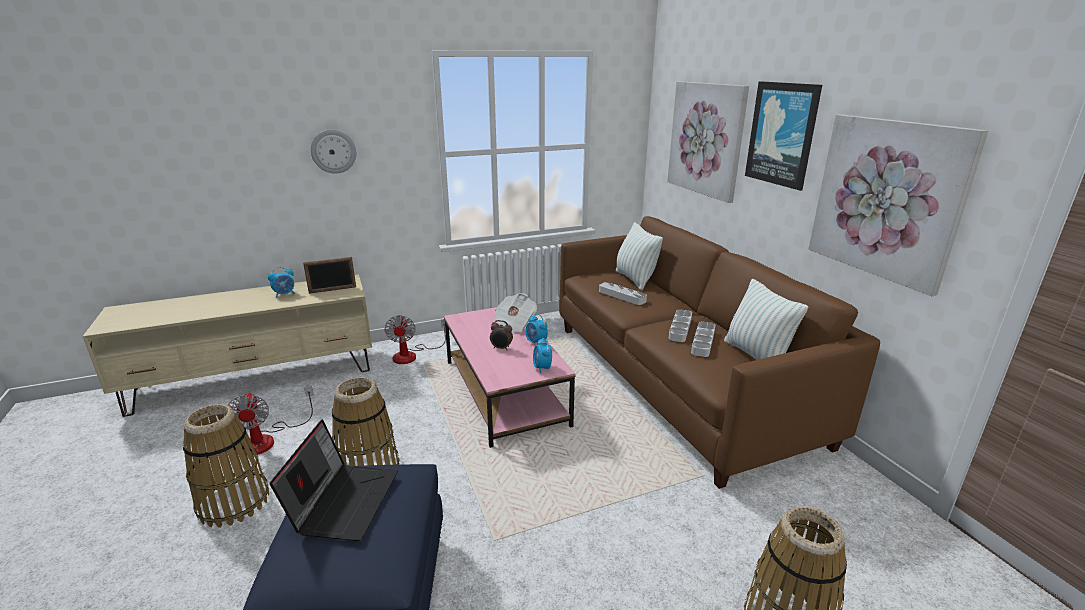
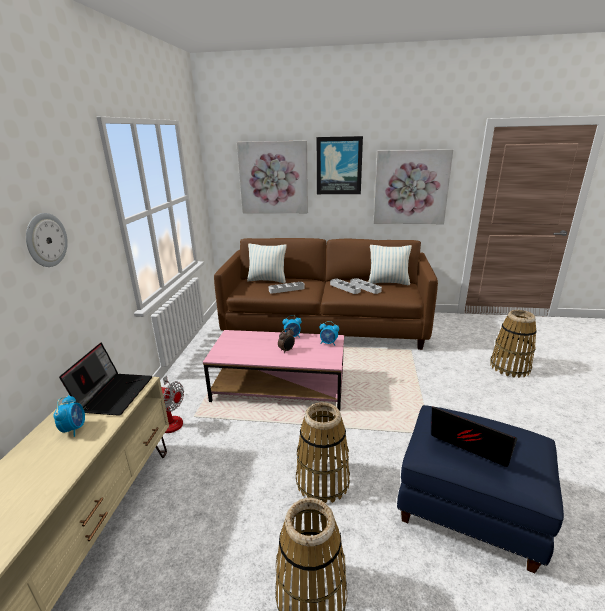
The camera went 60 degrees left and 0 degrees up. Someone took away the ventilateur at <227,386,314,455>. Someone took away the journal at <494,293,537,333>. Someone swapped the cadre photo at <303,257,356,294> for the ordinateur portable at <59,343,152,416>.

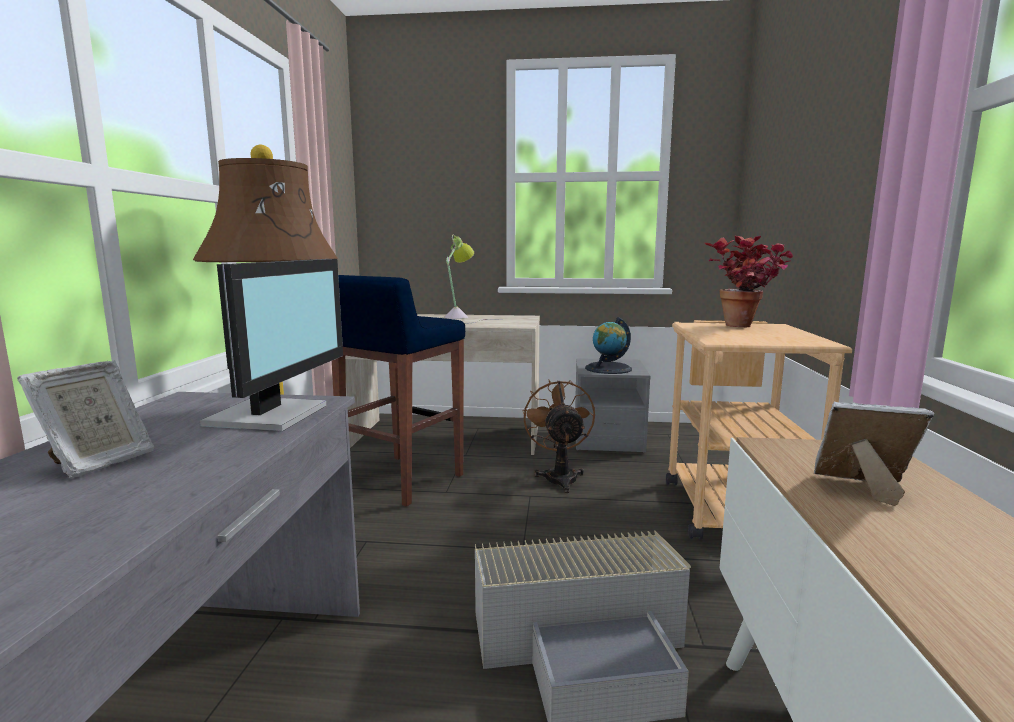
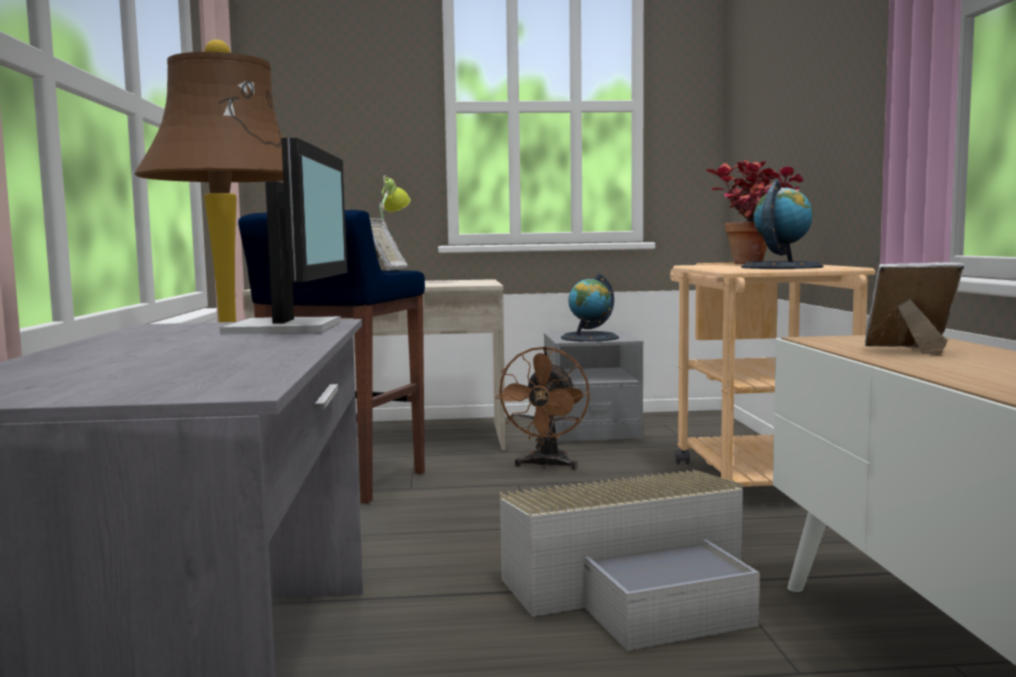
The camera went 10 degrees left and 5 degrees down. Someone put down the globe at <741,180,823,269>. Someone carried the cadre photo from <17,360,154,478> to <370,218,408,271>. Someone rotated the ventilateur/marron at <522,380,595,493> by 150 degrees counterclockwise.

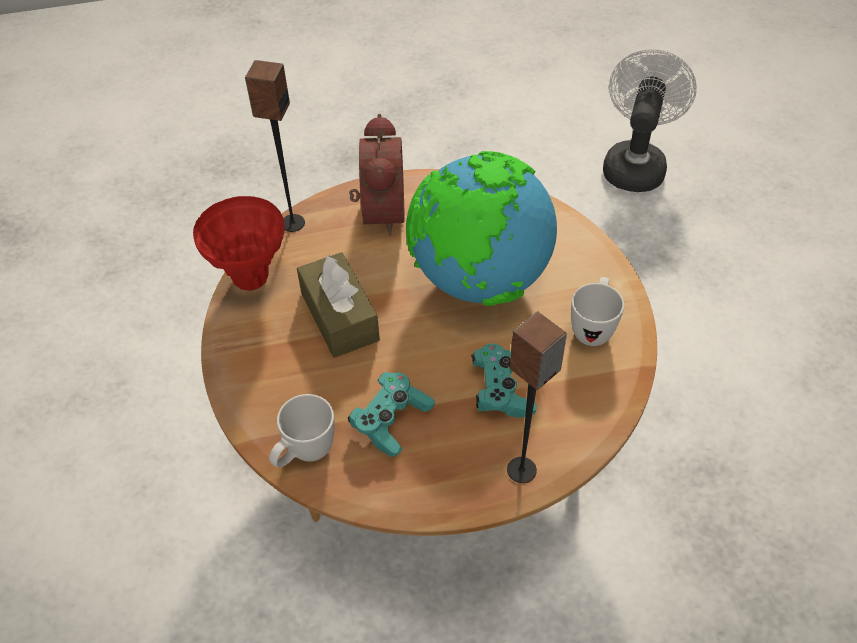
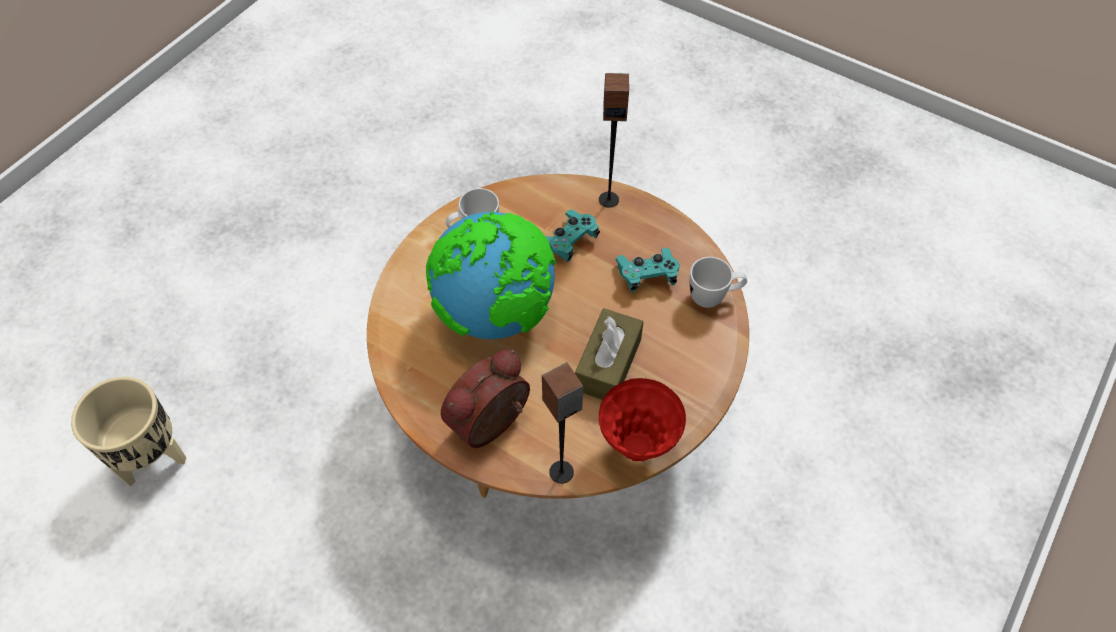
The camera went 135 degrees left and 5 degrees up. Someone swapped the ventilateur/blanc at <603,49,697,192> for the cache-pot/beige at <71,377,186,486>.

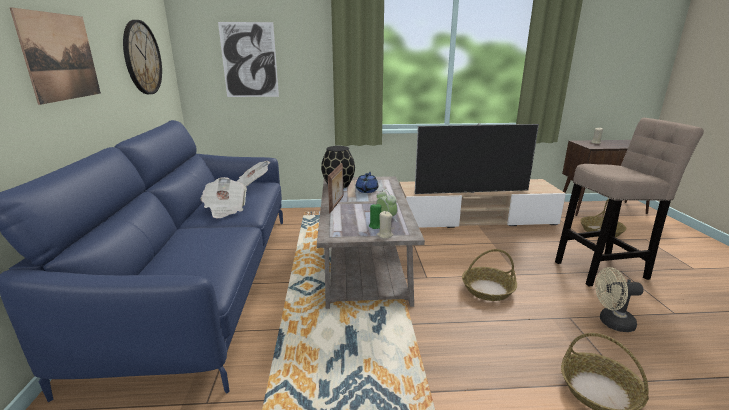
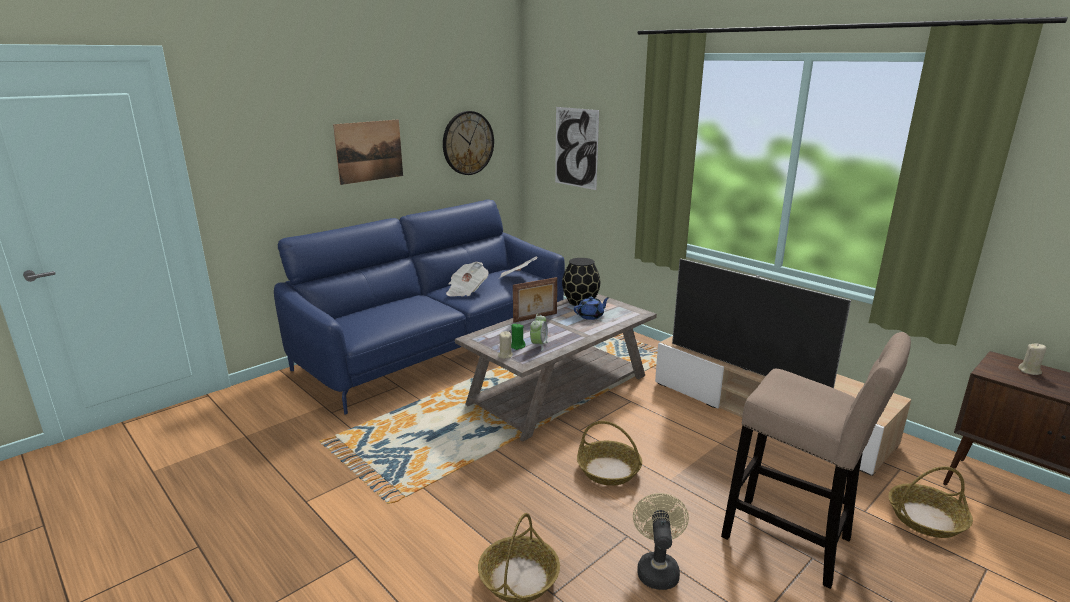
The camera went 50 degrees right and 0 degrees up. Someone rotated the ventilateur/beige at <595,267,644,332> by 45 degrees clockwise.

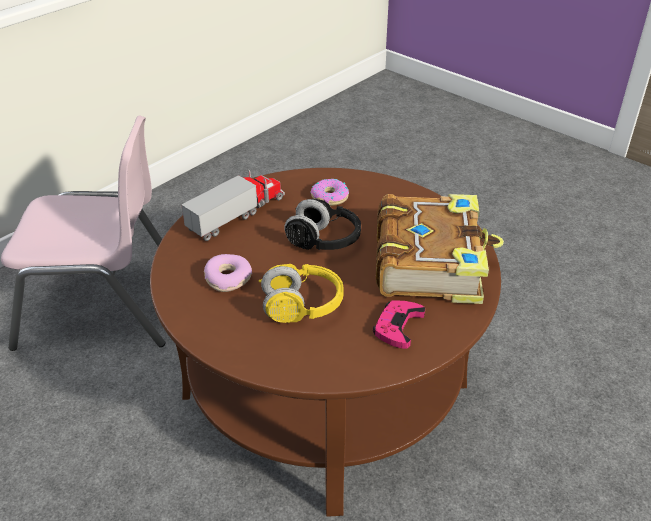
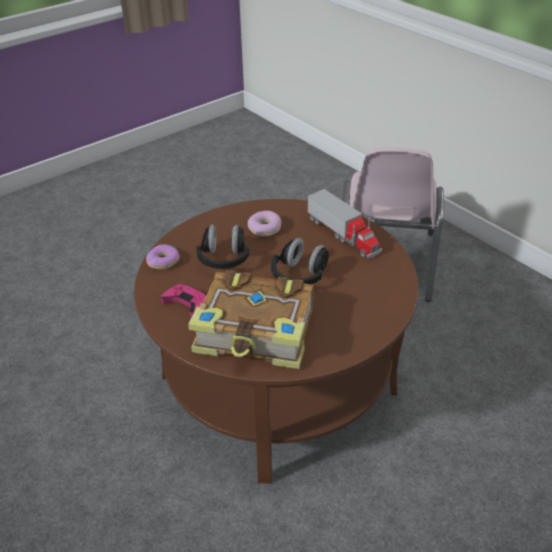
The camera went 100 degrees right and 0 degrees up. Someone carried the beignet from <310,179,349,206> to <146,244,180,270>. Someone repainted the casque audio/jaune at <259,264,344,323>, which became the casque audio/noir at <196,224,249,269>.

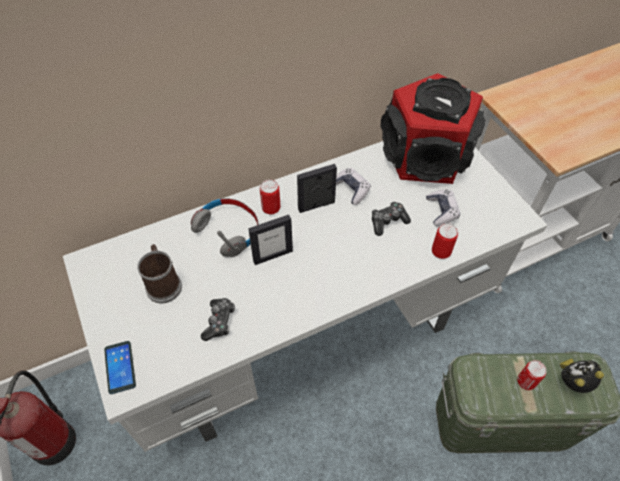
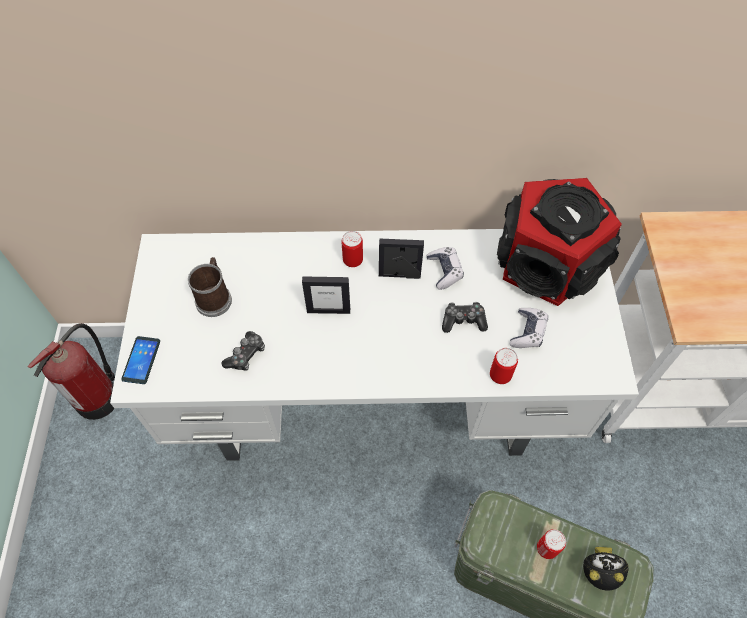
The camera went 25 degrees right and 5 degrees up. Someone took away the casque audio/gris at <191,198,259,257>.

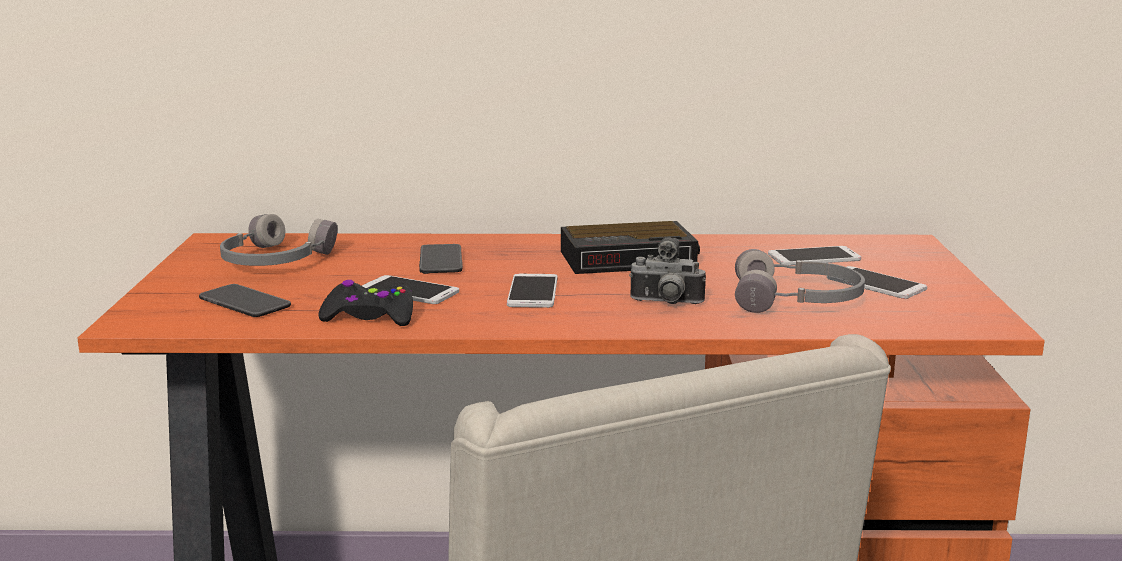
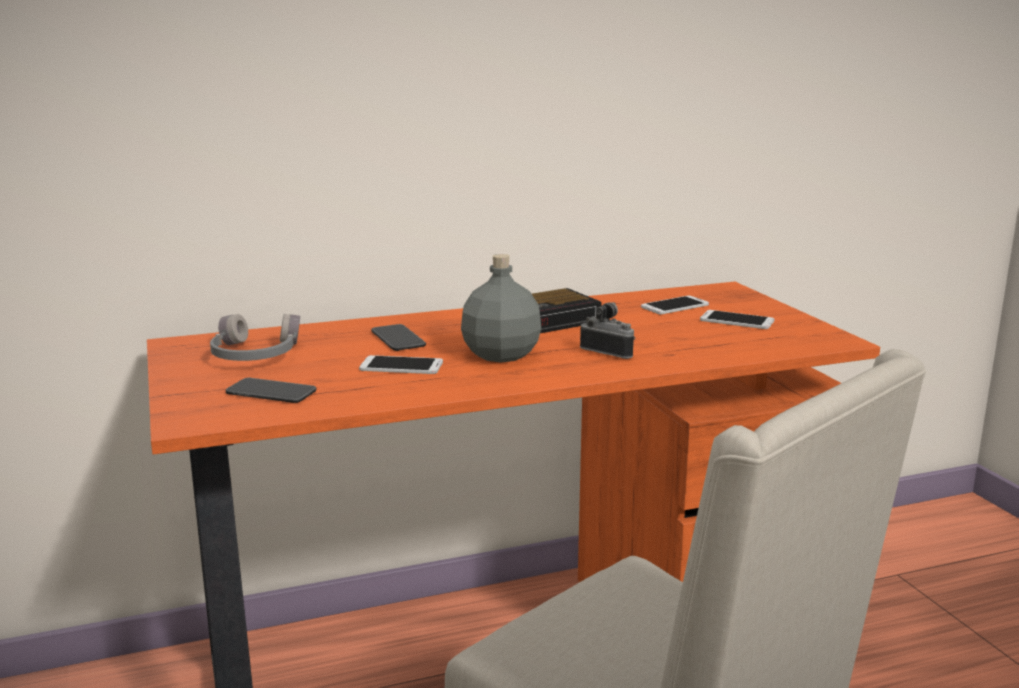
The camera went 20 degrees left and 0 degrees up. Someone took away the manette/noir at <318,280,413,326>. Someone took away the casque audio/gris at <735,249,865,313>. Someone swapped the téléphone at <507,274,557,308> for the bouteille/gris at <461,254,541,362>. Someone rotated the appareil photo at <629,238,706,304> by 135 degrees counterclockwise.

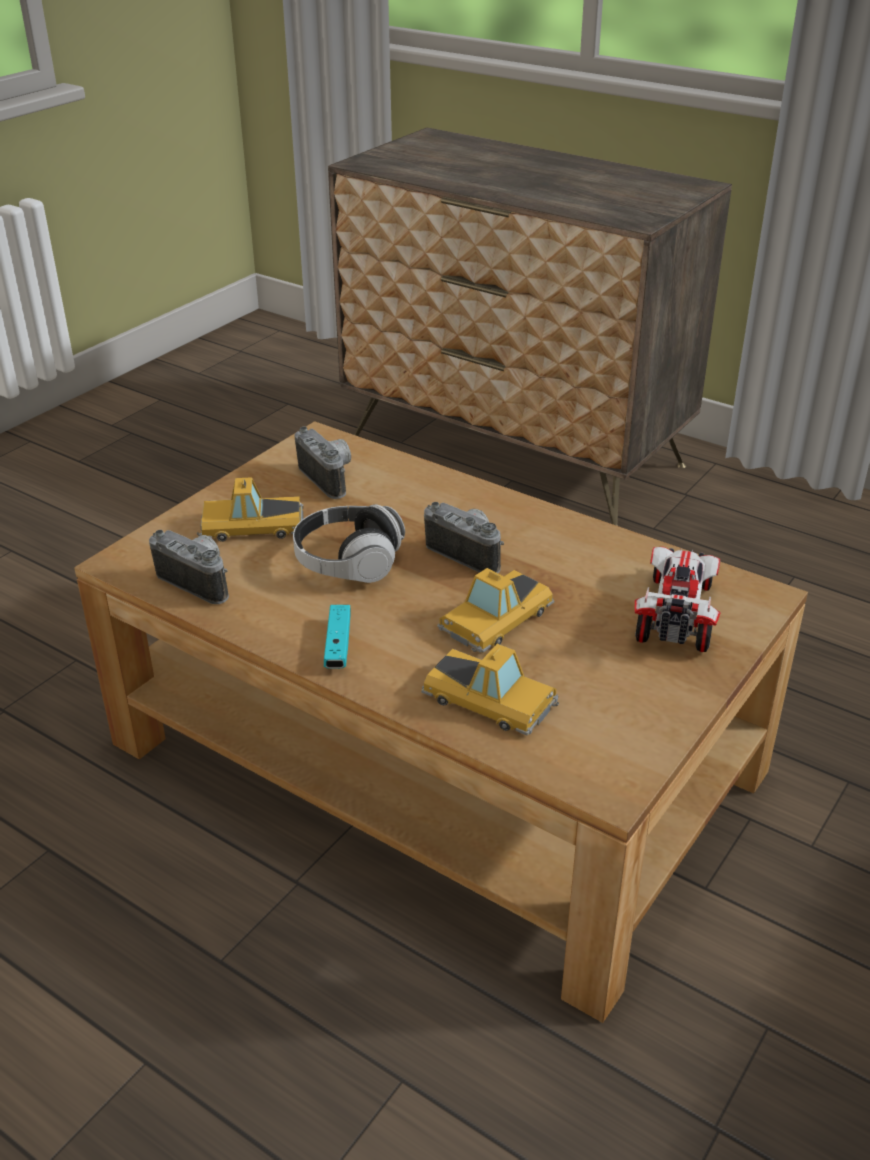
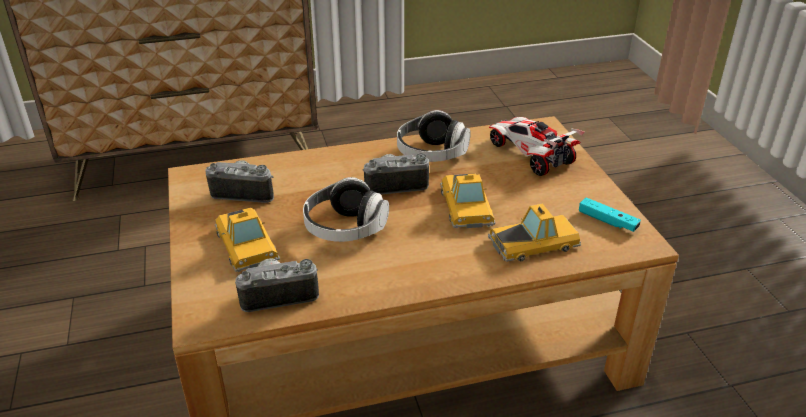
The camera went 50 degrees left and 0 degrees up. Someone put down the casque audio at <397,110,471,162>. Someone carried the manette/turquoise from <324,605,351,669> to <579,197,641,232>. Someone rotated the petite voiture at <196,477,303,542> by 60 degrees counterclockwise.

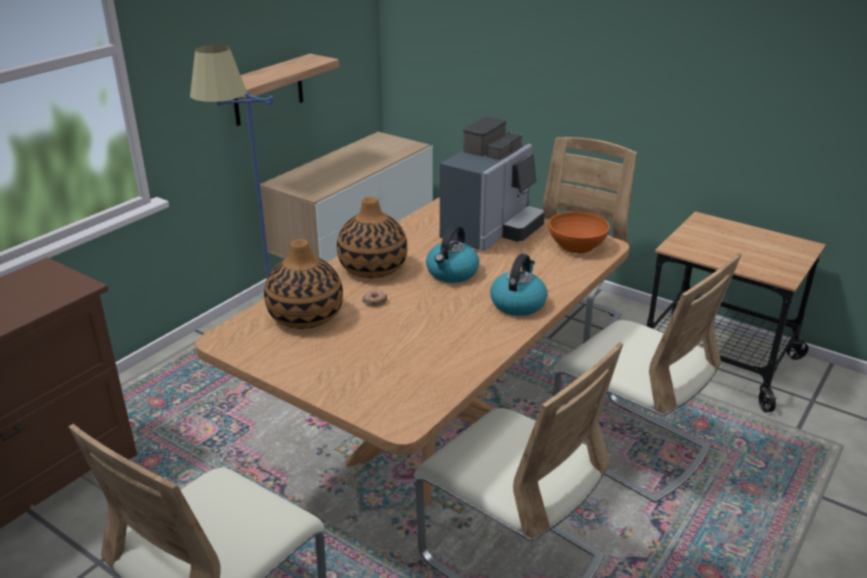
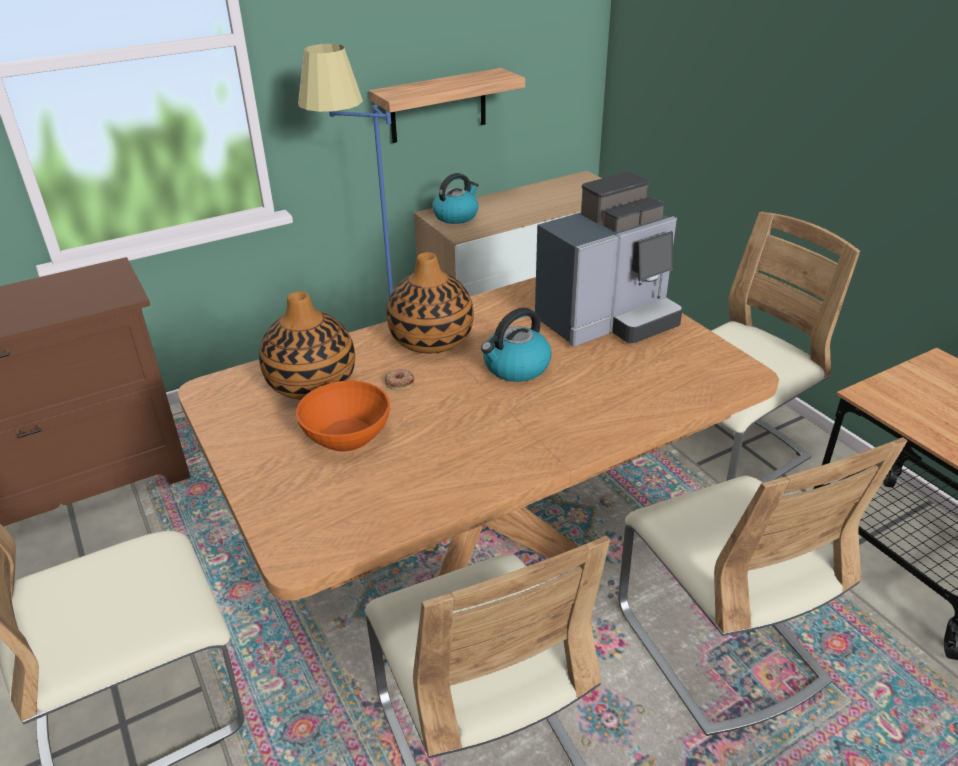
The camera went 25 degrees right and 5 degrees up. Someone carried the bouilloire from <490,254,547,316> to <432,173,479,224>. Someone carried the bol/orange from <548,212,610,253> to <296,381,390,452>.

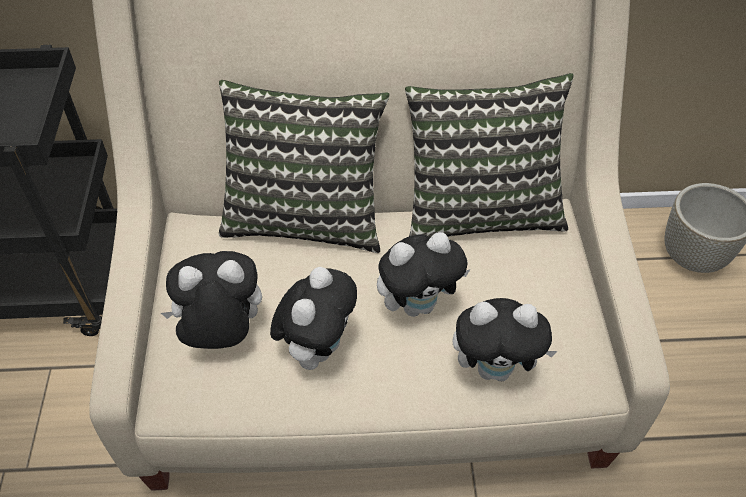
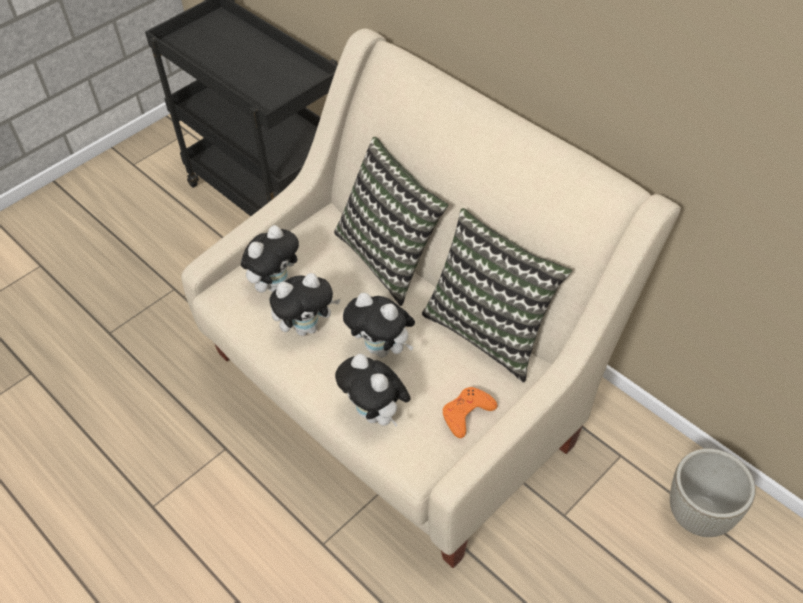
The camera went 50 degrees right and 0 degrees up. Someone put down the manette/orange at <443,387,497,438>. Someone rotated the peluche at <161,251,262,349> by 90 degrees clockwise.

